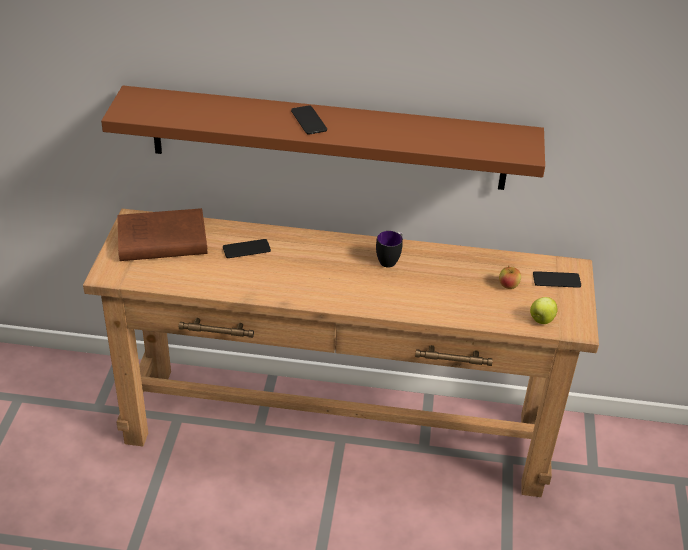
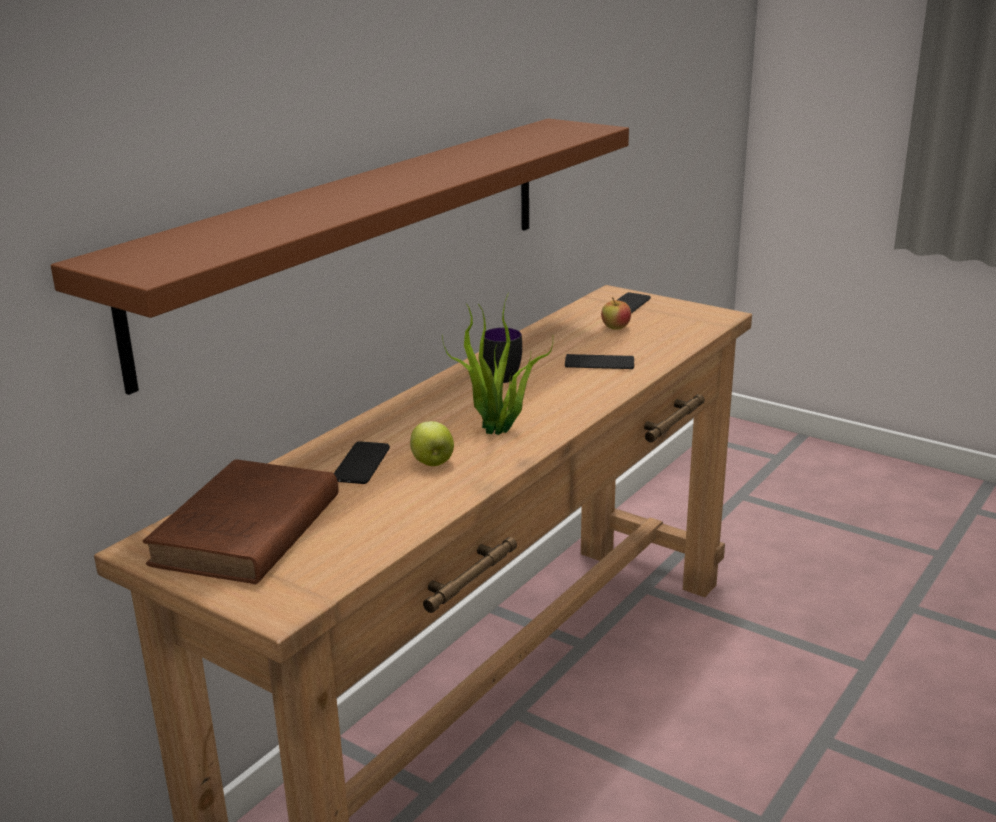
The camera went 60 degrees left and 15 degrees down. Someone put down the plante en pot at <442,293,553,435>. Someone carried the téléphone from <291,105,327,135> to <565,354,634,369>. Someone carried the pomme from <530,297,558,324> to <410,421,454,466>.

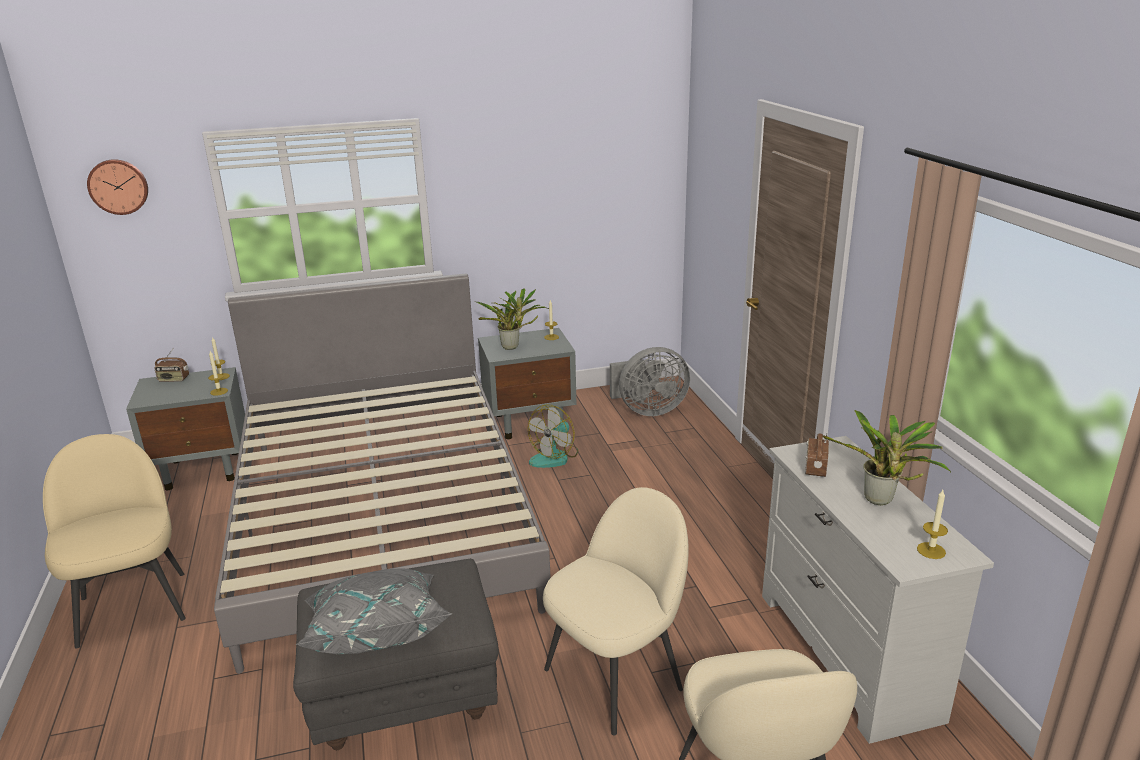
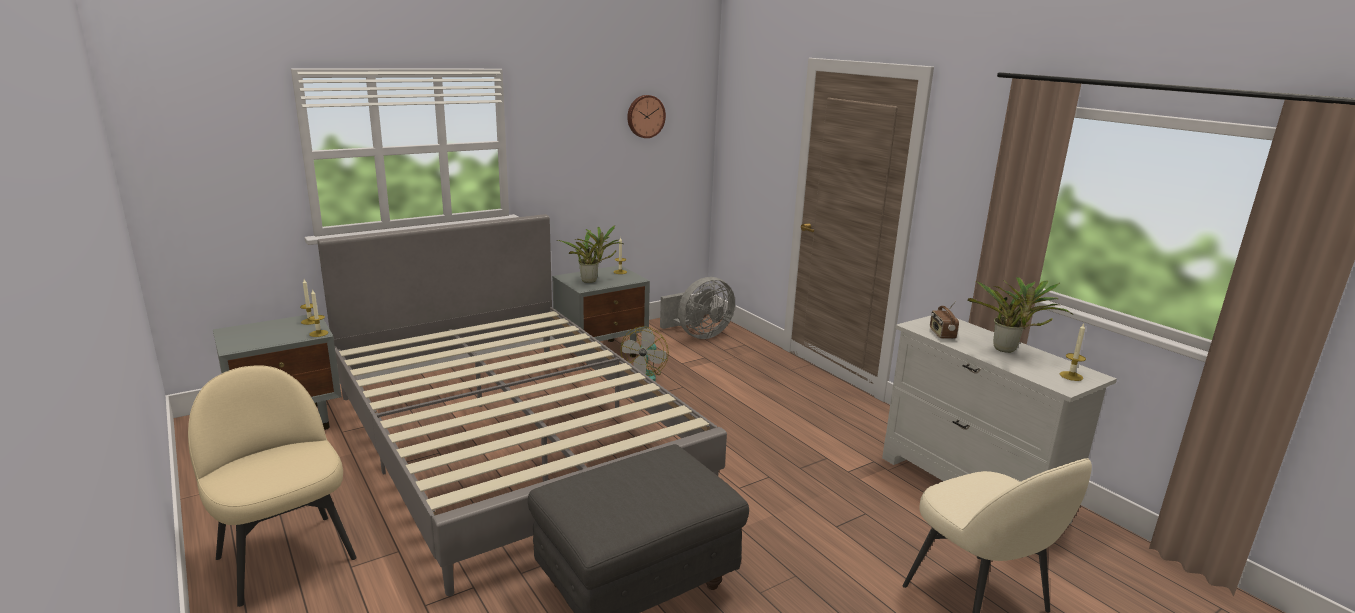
The camera went 20 degrees left and 5 degrees down. Someone took away the radio at <154,348,189,382>. Someone took away the coussin/gris at <296,568,453,654>. Someone took away the chaise/beige at <543,487,689,736>. Someone carried the horloge murale from <87,159,148,215> to <627,95,666,138>.

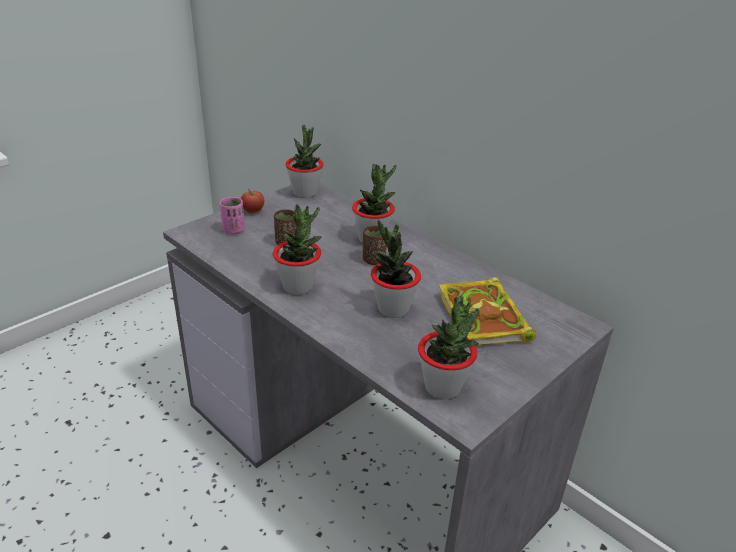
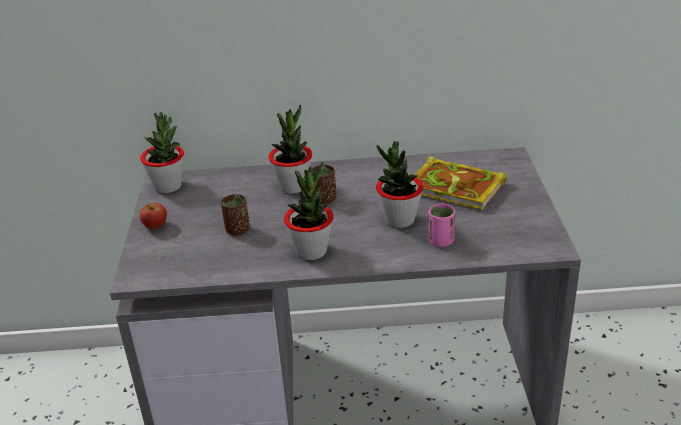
The camera went 45 degrees left and 0 degrees up. Someone took away the plante en pot at <418,295,479,399>. Someone carried the tasse/rose from <220,197,245,234> to <428,204,455,247>.

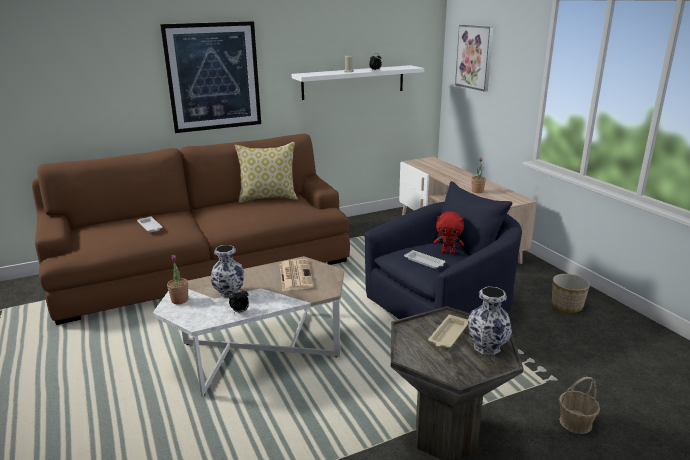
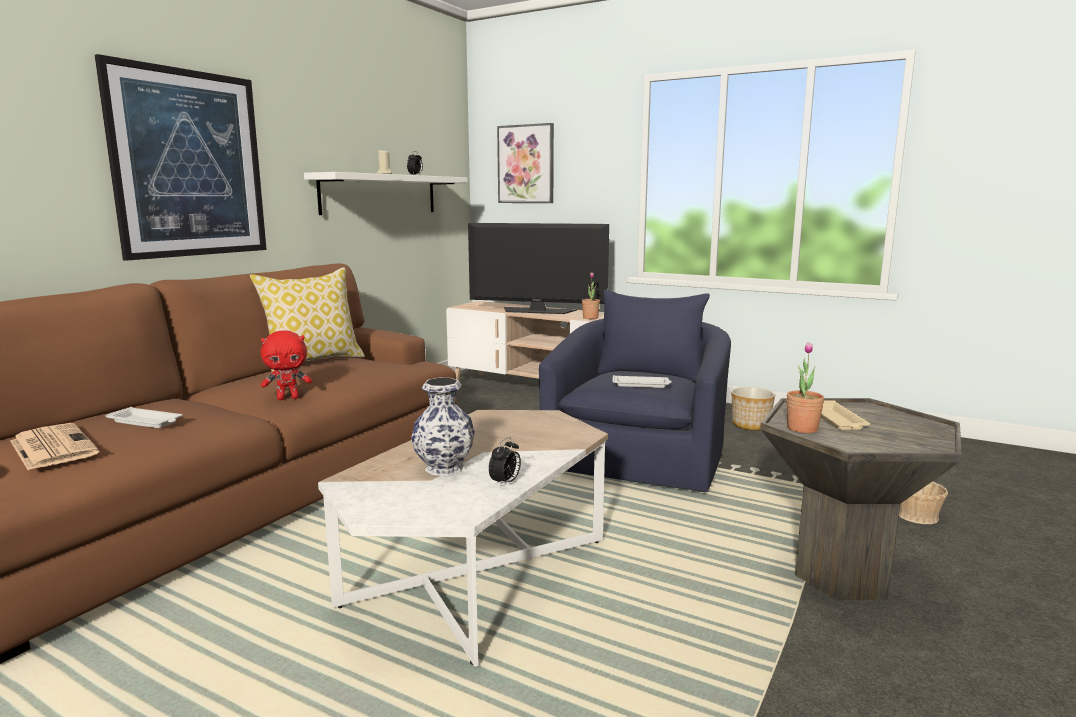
The camera went 35 degrees left and 10 degrees down. Someone took away the vase at <468,287,512,355>. Someone put down the téléviseur at <468,223,609,314>. Someone carried the plante en pot from <167,255,188,304> to <787,342,824,433>. Someone carried the journal from <279,259,314,291> to <10,423,99,470>. Someone carried the peluche/rouge from <434,212,464,254> to <261,331,312,400>.

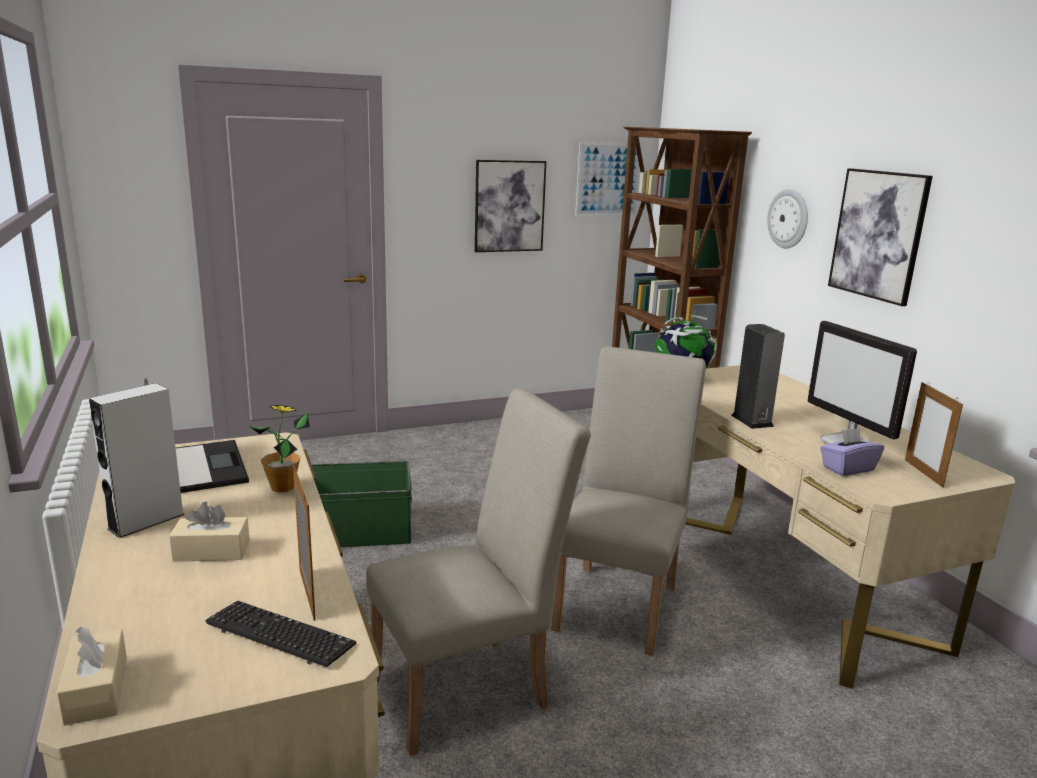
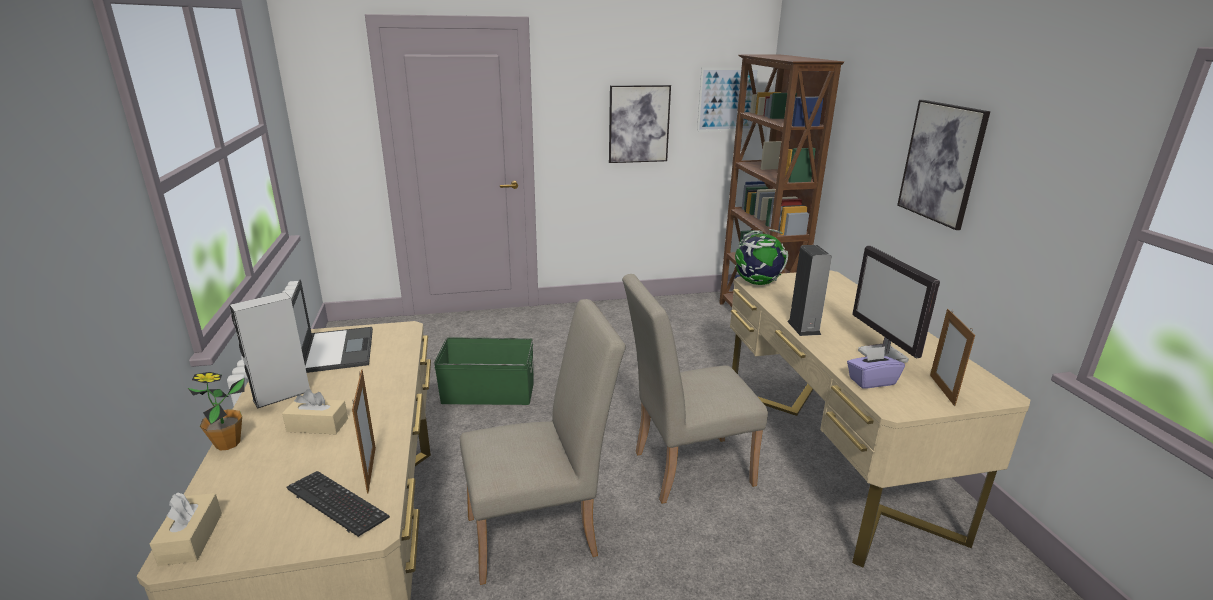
The camera went 10 degrees right and 5 degrees up. Someone took away the horloge murale at <767,189,808,248>. Someone carried the plante en pot from <249,405,310,493> to <188,372,245,450>. Someone rotated the chaise/beige at <551,346,706,656> by 135 degrees counterclockwise.

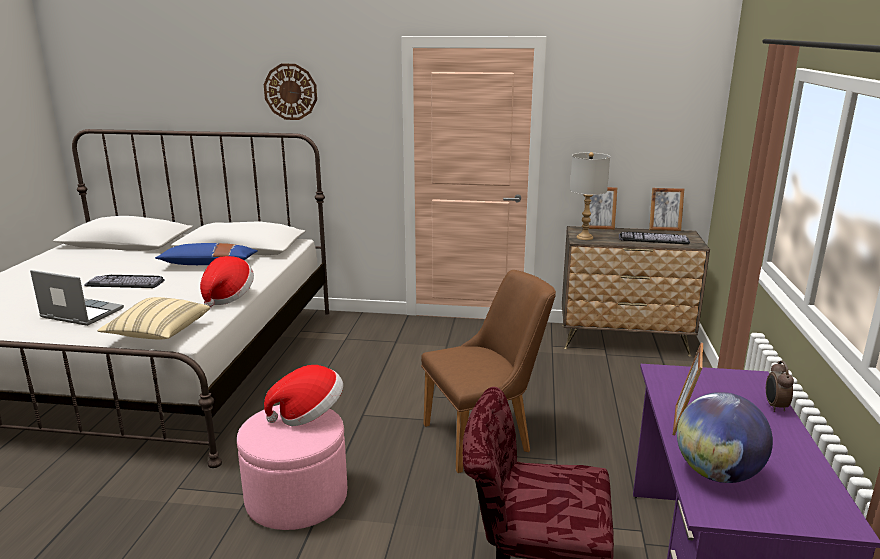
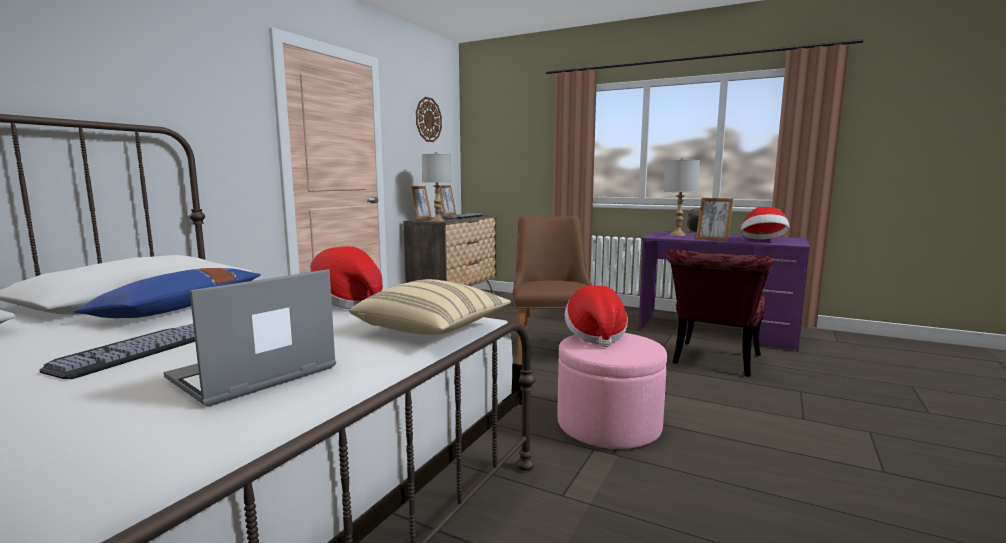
The camera went 70 degrees left and 10 degrees down. Someone put down the lampe de table/gris at <664,157,700,236>. Someone carried the horloge murale from <264,64,317,120> to <416,97,442,142>. Someone swapped the globe at <677,392,773,483> for the chapeau at <741,207,790,239>.

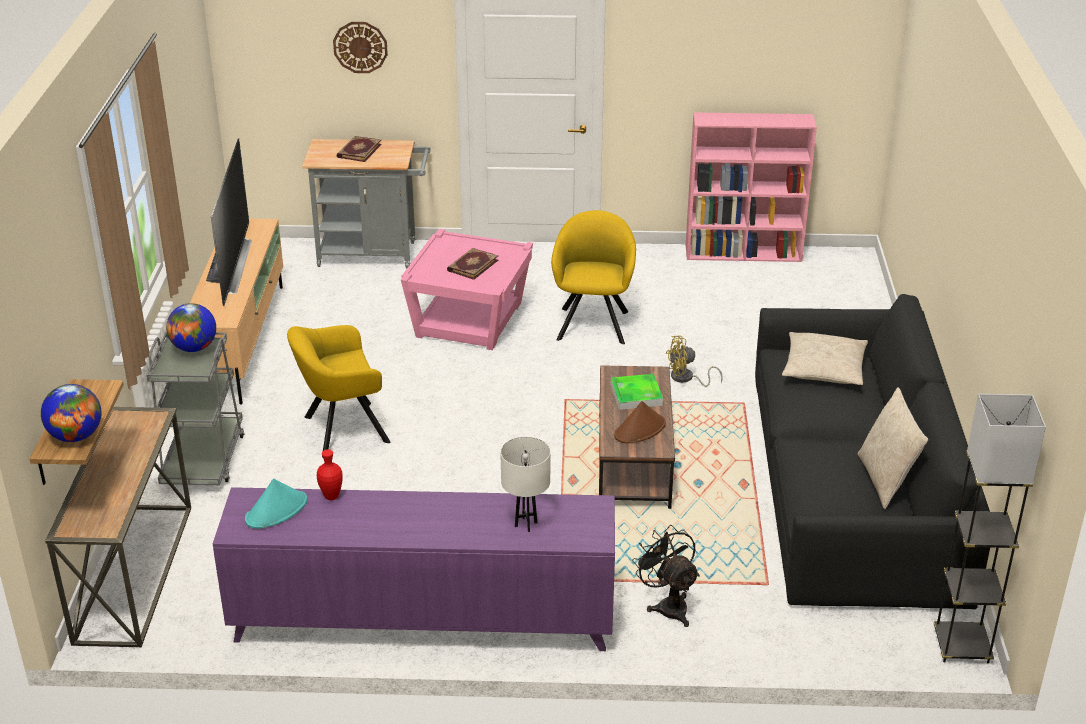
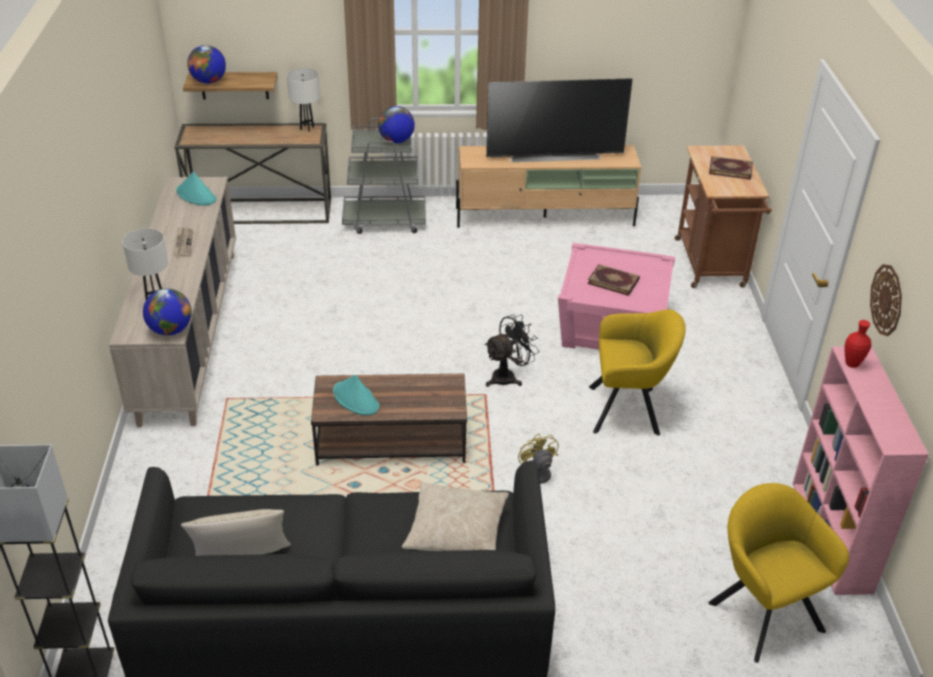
The camera went 85 degrees right and 5 degrees up. Someone took away the plateau at <611,374,663,410>. Someone put down the globe at <143,288,192,336>. Someone put down the journal at <173,227,193,257>. Someone put down the lampe de table/blanc at <287,68,320,132>. Someone carried the fauteuil/jaune from <287,325,390,451> to <709,483,849,663>. Someone carried the vase/rouge from <317,449,343,500> to <845,320,871,368>. Someone carried the horloge murale from <333,22,388,73> to <870,264,902,336>. Someone carried the ventilateur/noir from <632,525,700,627> to <485,315,539,387>. Someone repainted the meuble de rangement/violet at <213,487,615,651>, which became the meuble de rangement/beige at <109,177,236,427>. Someone repainted the chariot/gris at <302,139,431,269>, which became the chariot/marron at <675,145,772,288>. Someone repainted the chapeau/marron at <614,401,666,443>, which became the chapeau/turquoise at <333,375,379,415>.

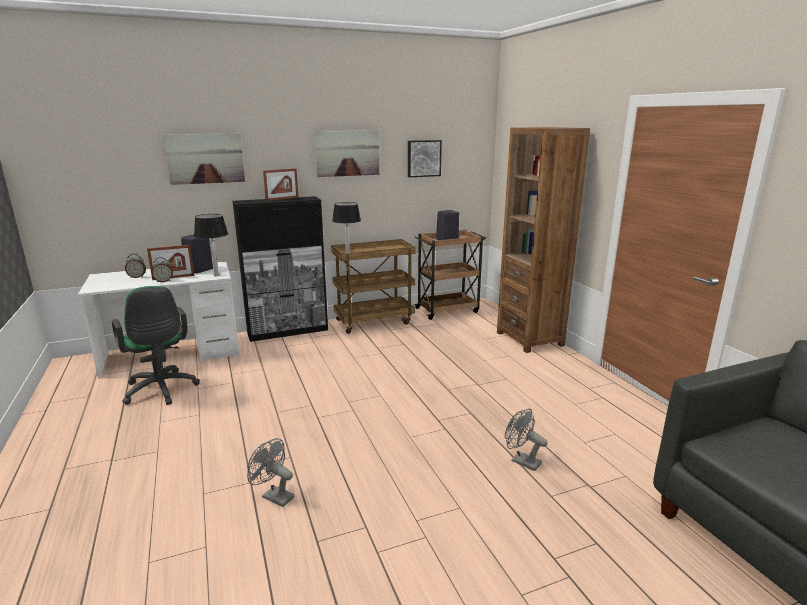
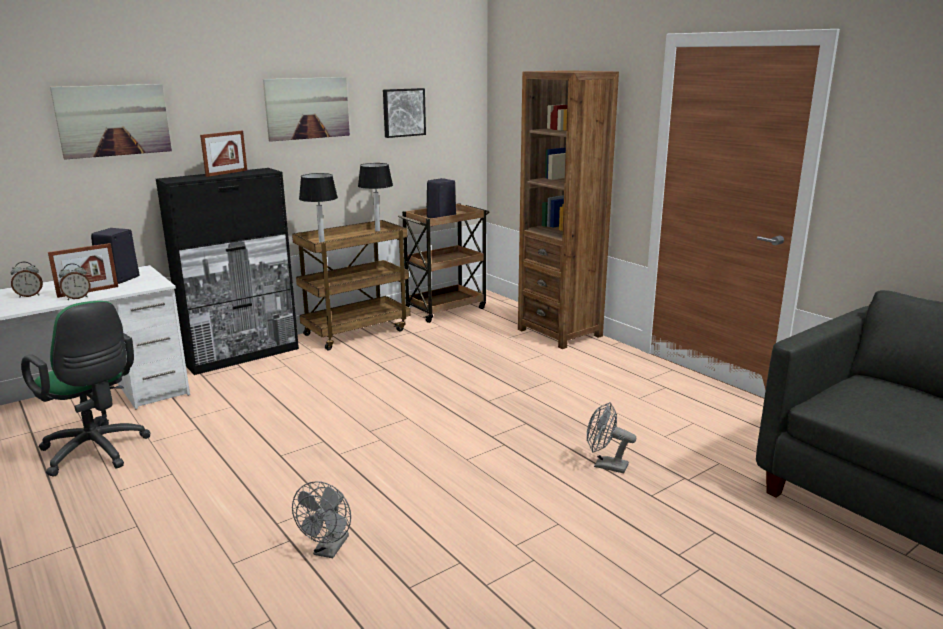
The camera went 15 degrees left and 0 degrees up. Someone carried the lampe de table from <194,214,228,276> to <358,163,393,232>. Someone rotated the ventilateur/gris at <247,438,294,507> by 90 degrees counterclockwise.

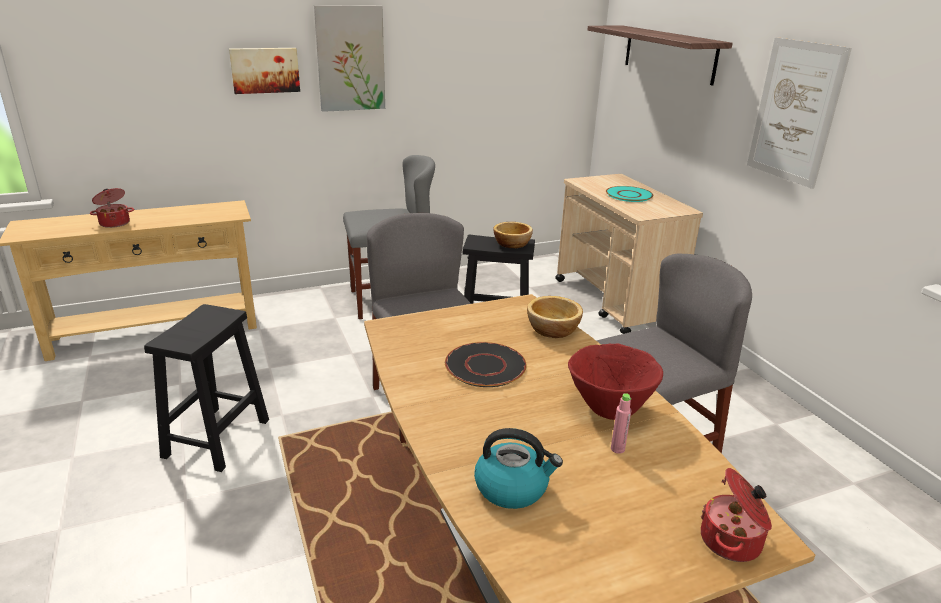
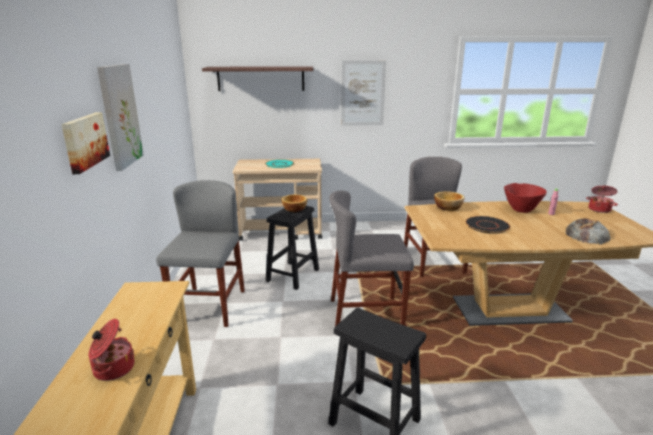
The camera went 70 degrees left and 5 degrees down. Someone swapped the bouilloire at <474,428,563,509> for the pain at <566,218,610,244>.

